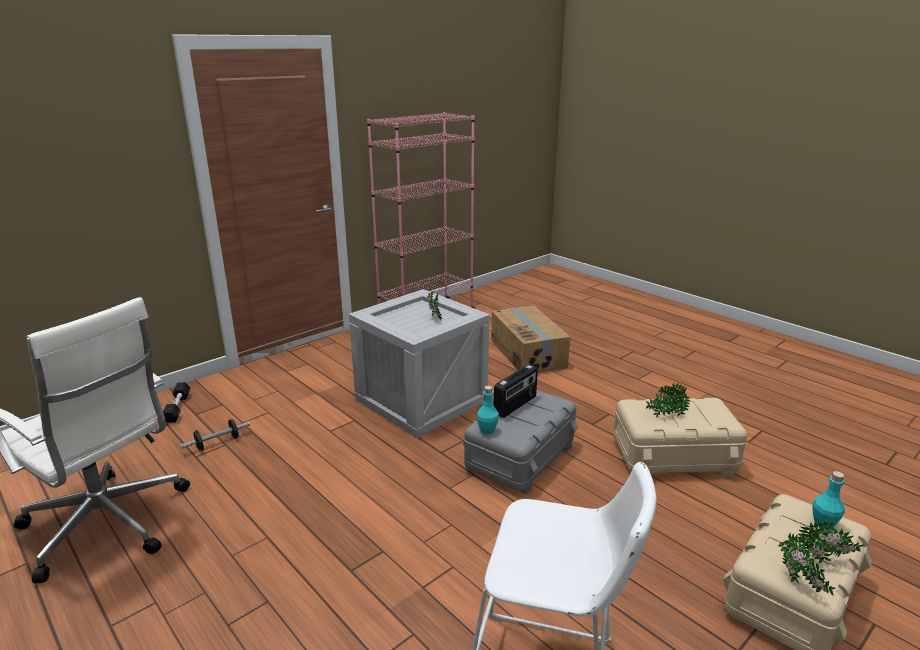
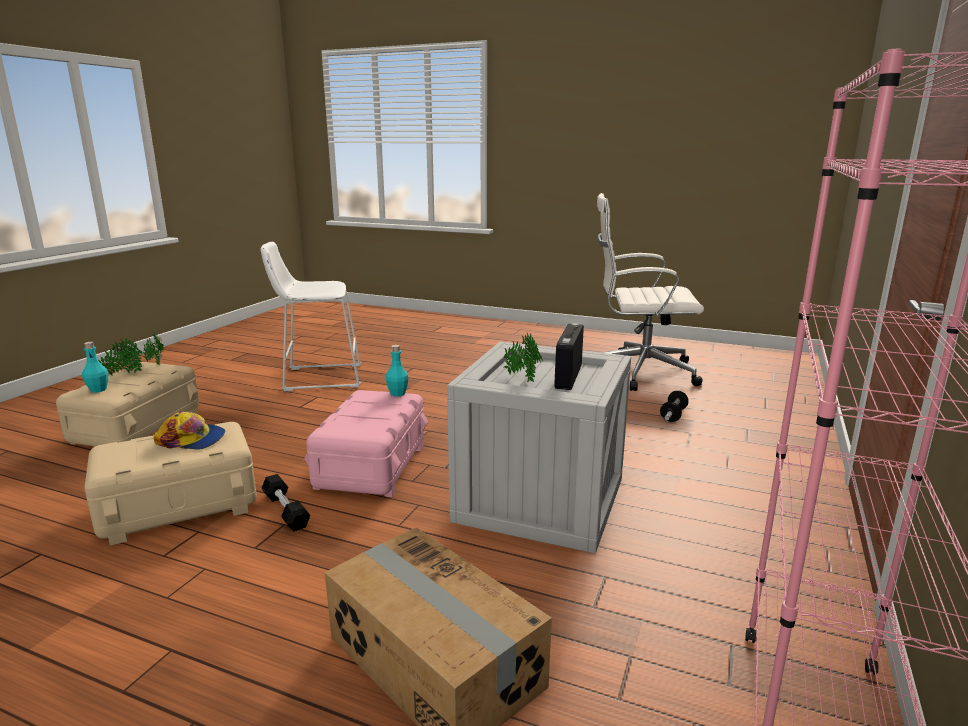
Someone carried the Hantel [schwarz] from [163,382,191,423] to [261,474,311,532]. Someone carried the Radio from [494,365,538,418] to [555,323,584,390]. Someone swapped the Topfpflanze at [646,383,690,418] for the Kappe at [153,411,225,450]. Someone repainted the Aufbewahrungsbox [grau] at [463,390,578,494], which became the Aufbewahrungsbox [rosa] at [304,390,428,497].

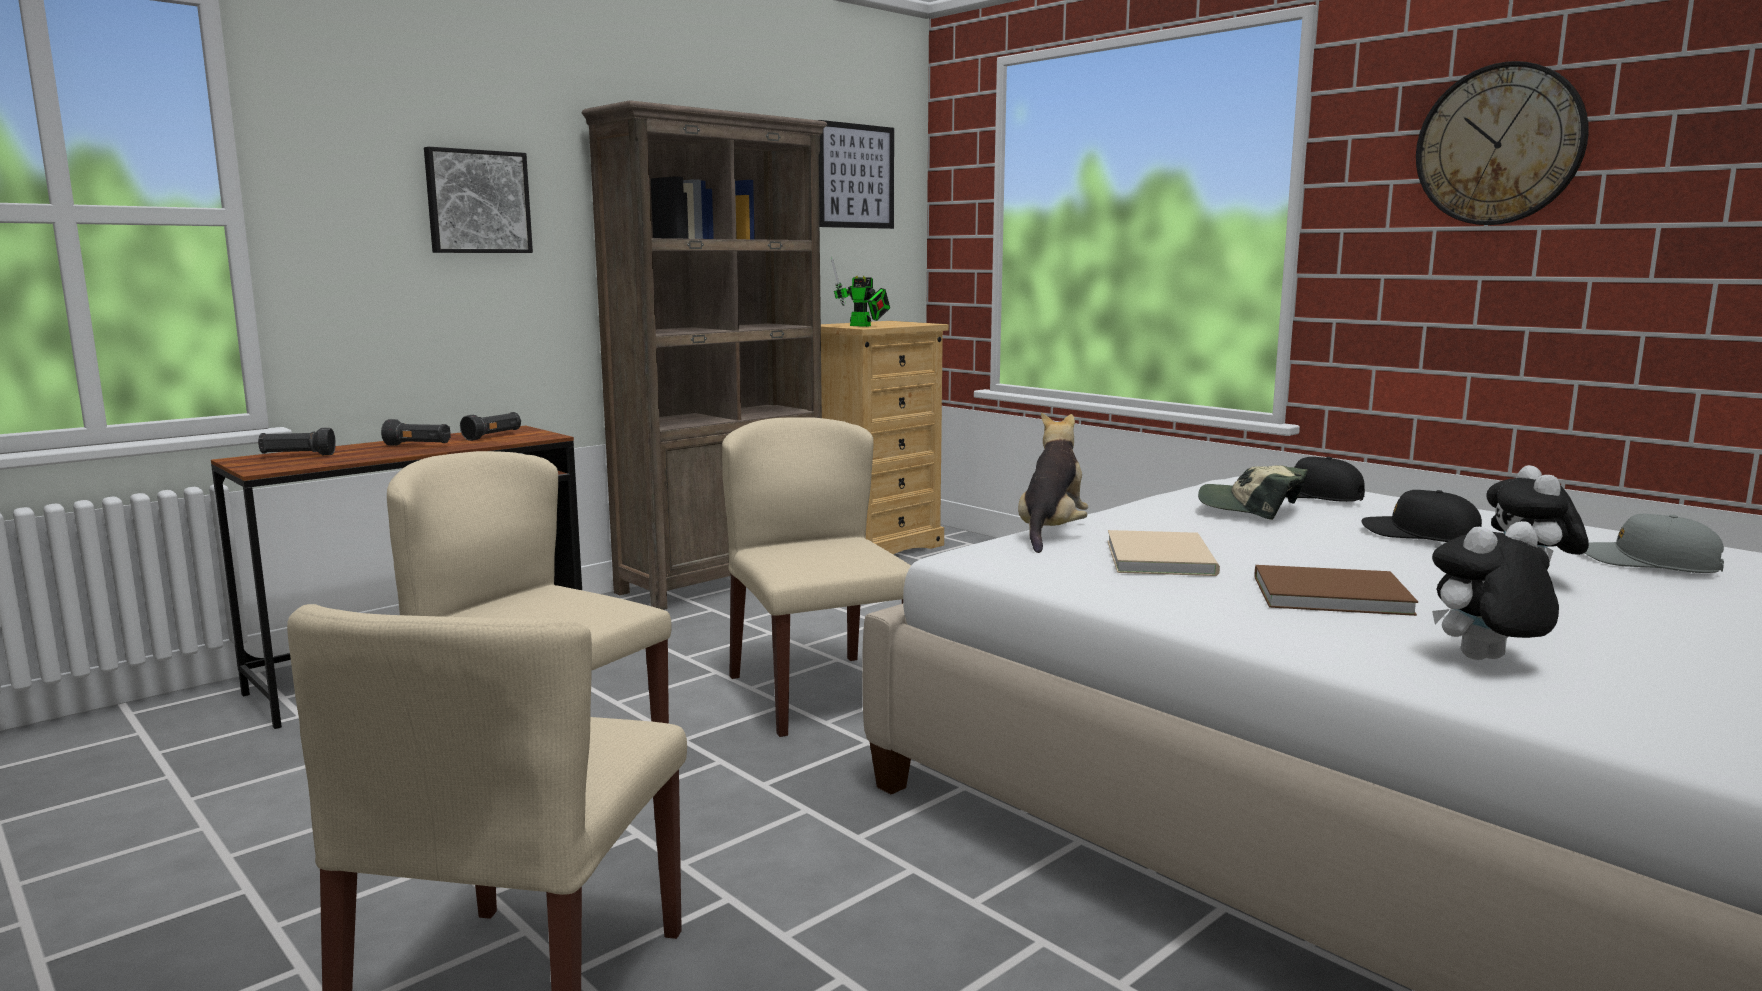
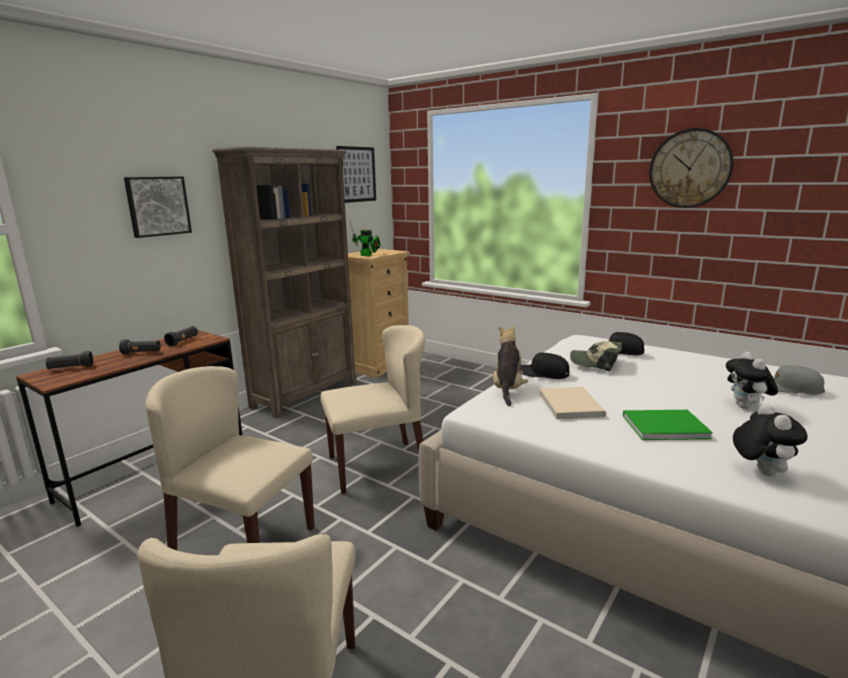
Someone carried the Kappe [schwarz] from [1361,490,1482,542] to [520,353,569,379]. Someone repainted the Buch [braun] at [1255,565,1418,616], which became the Buch [grün] at [623,410,713,440]. Someone rotated the Stuhl [beige] at [722,417,911,737] by 105 degrees clockwise. Someone rotated the Plüschtier at [1432,521,1559,660] by 120 degrees clockwise.

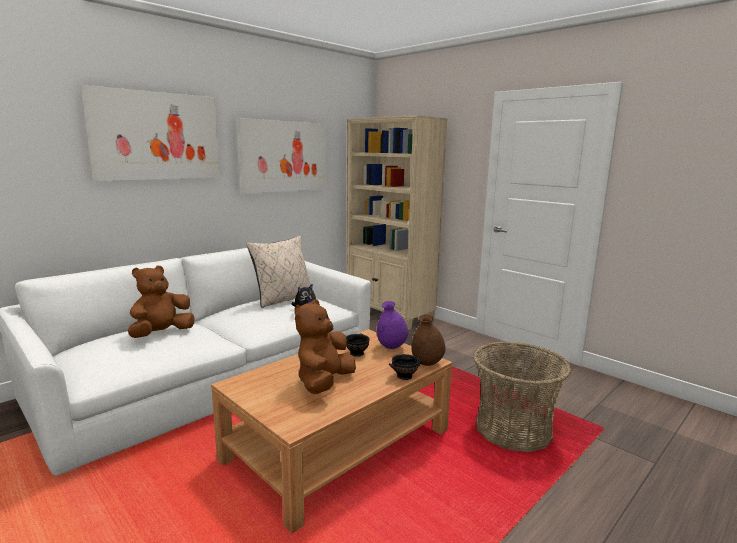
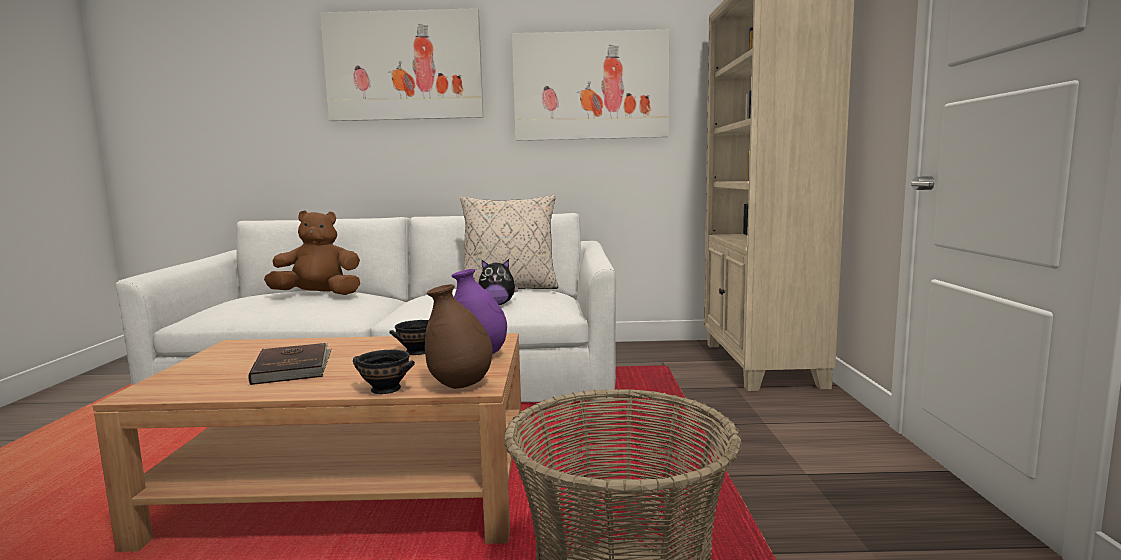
Someone swapped the Plüschtier [braun] at [295,299,356,394] for the Buch [braun] at [249,343,332,385].

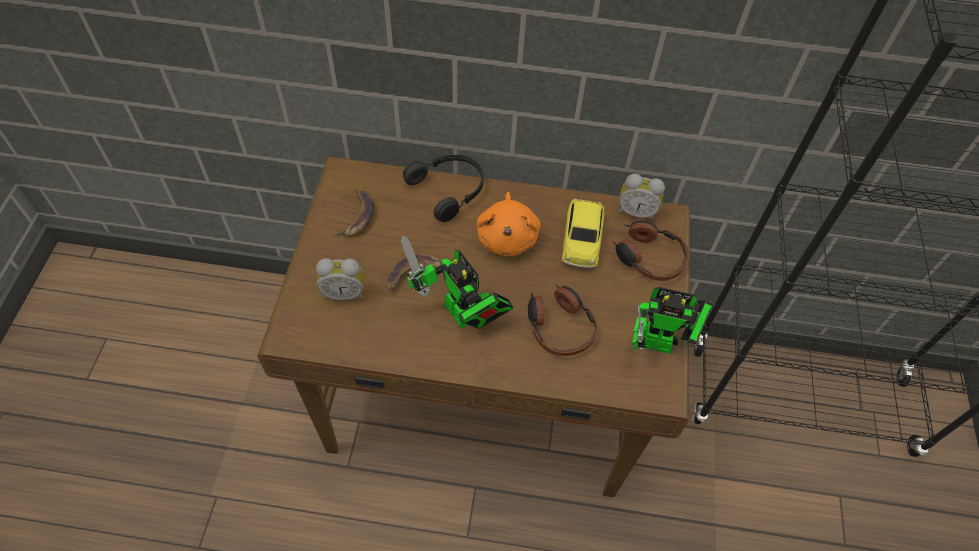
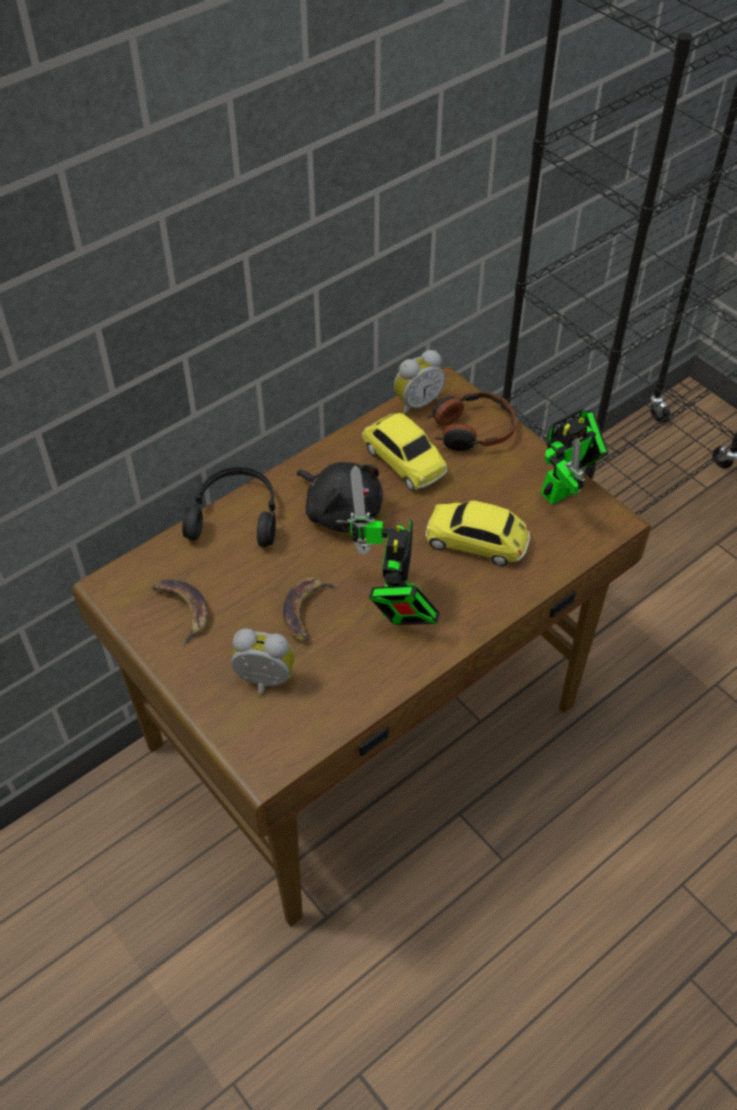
Someone swapped the Kopfhörer at [528,284,597,356] for the Spielzeugauto at [426,500,530,566]. Someone repainted the Plüschtier [orange] at [477,192,541,256], which became the Plüschtier [schwarz] at [297,462,383,532]. Someone rotated the Wecker at [316,258,365,300] by 120 degrees counterclockwise. Someone rotated the Spielzeugroboter at [401,236,513,329] by 90 degrees clockwise.

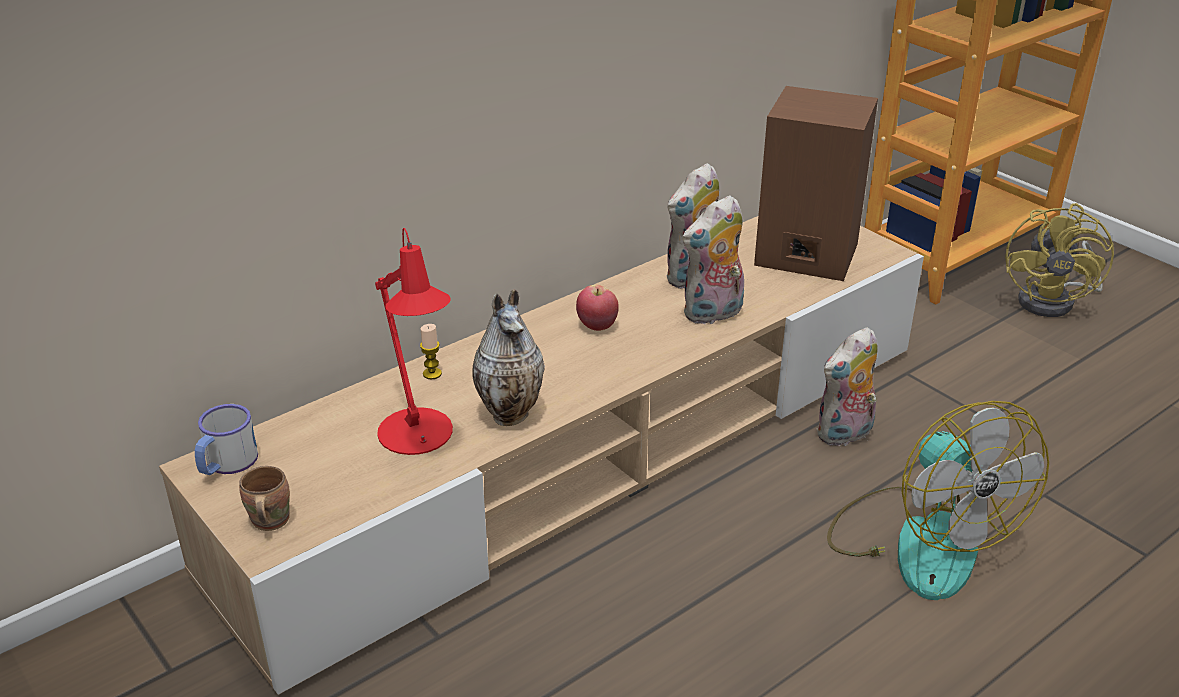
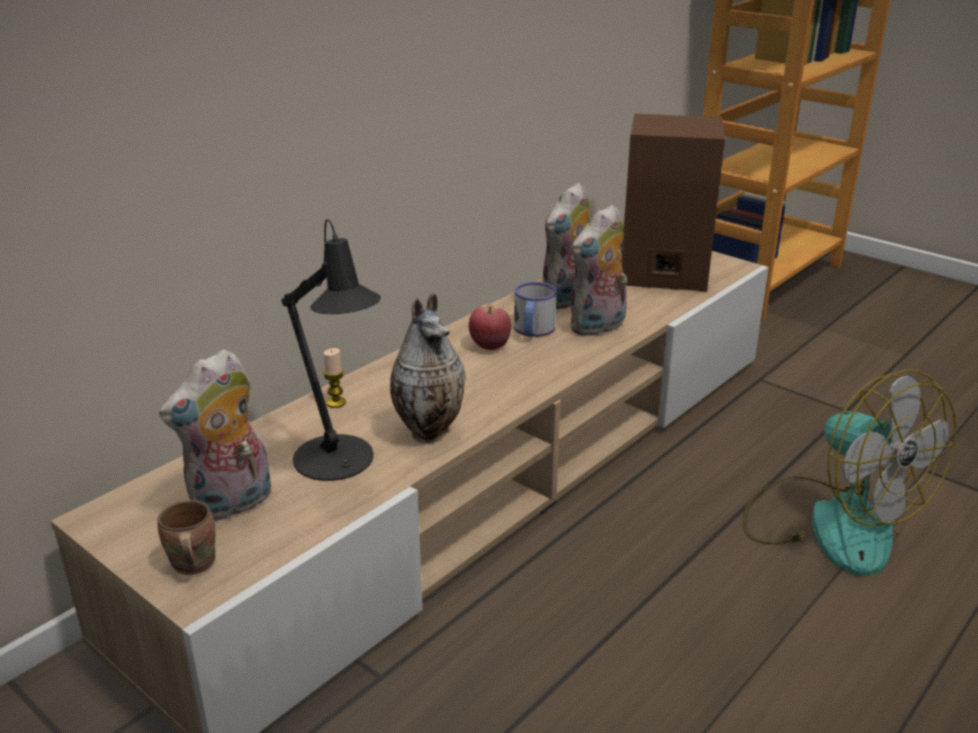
Someone took away the Ventilator [gelb] at [1005,203,1114,317]. Someone carried the Henkelbecher from [195,404,258,475] to [514,282,557,337]. Someone carried the Plüschtier from [816,327,878,446] to [159,349,271,522]. Someone repainted the Tischlampe [rot] at [375,228,453,455], which became the Tischlampe [schwarz] at [282,219,381,481].

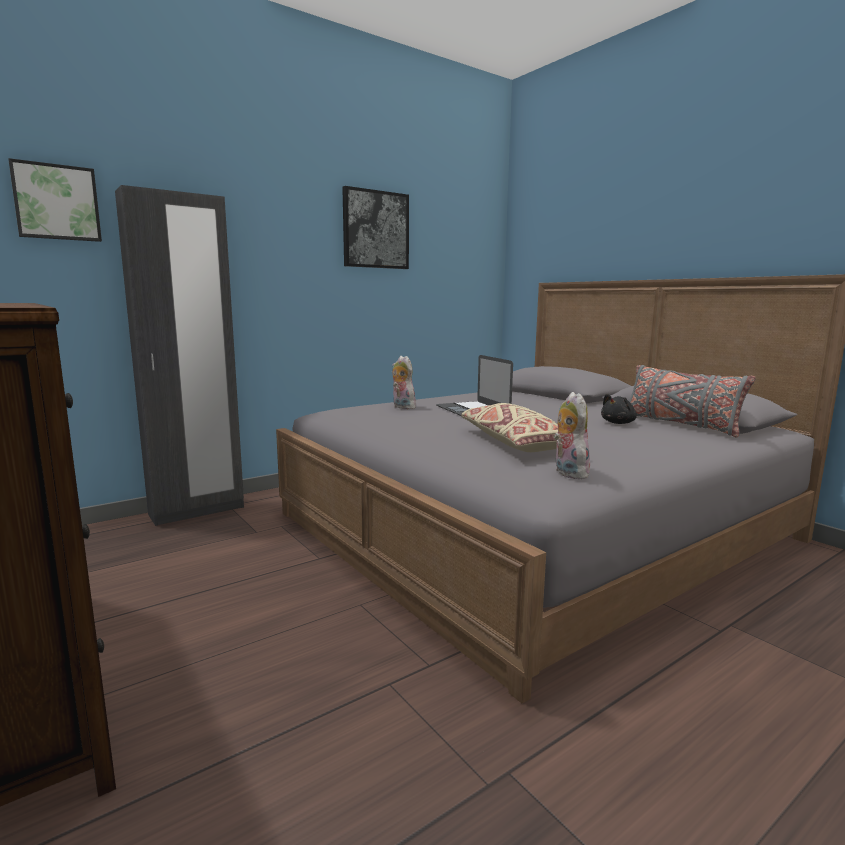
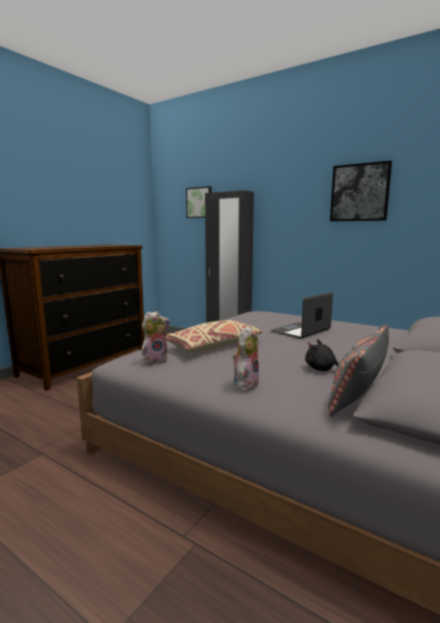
Someone carried the Plüschtier from [392,356,416,409] to [232,326,259,392].

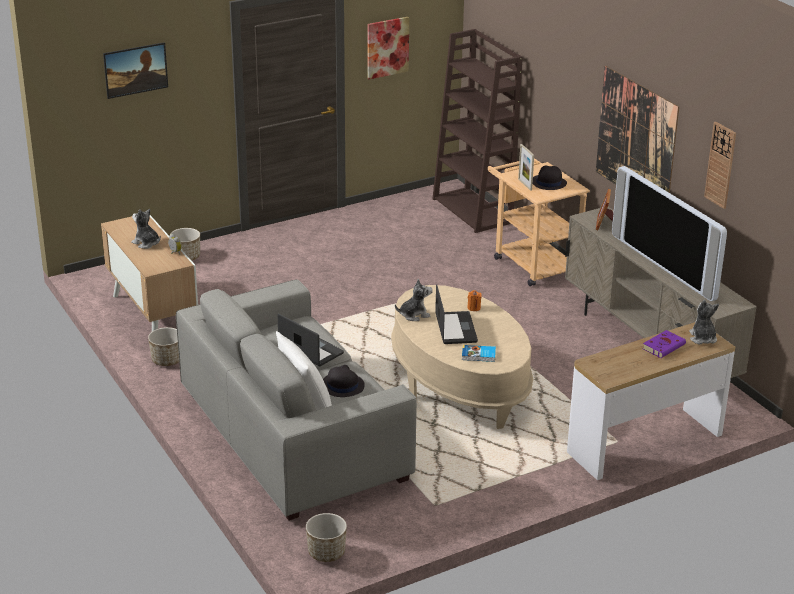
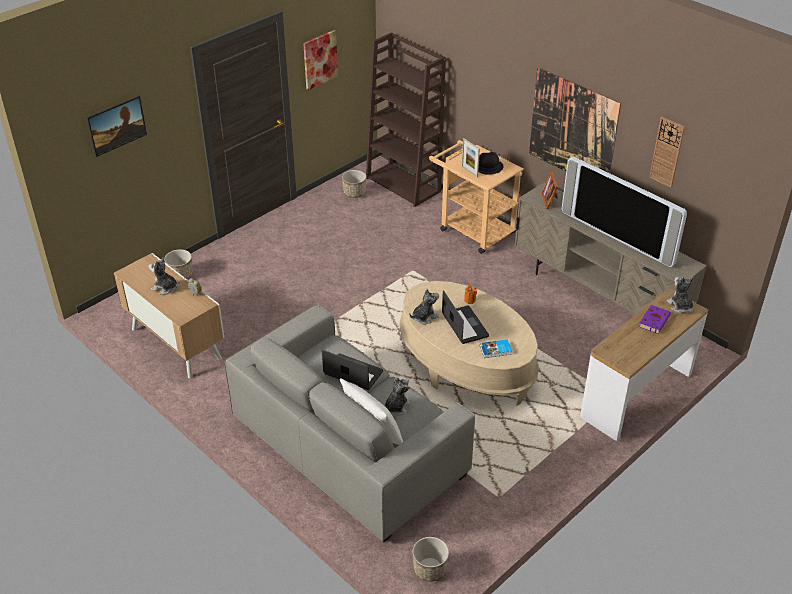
Someone carried the Pflanzkübel from [148,327,179,366] to [342,170,366,198]. Someone swapped the Hut [schwarz] at [323,365,365,397] for the Plüschtier at [385,377,411,416].

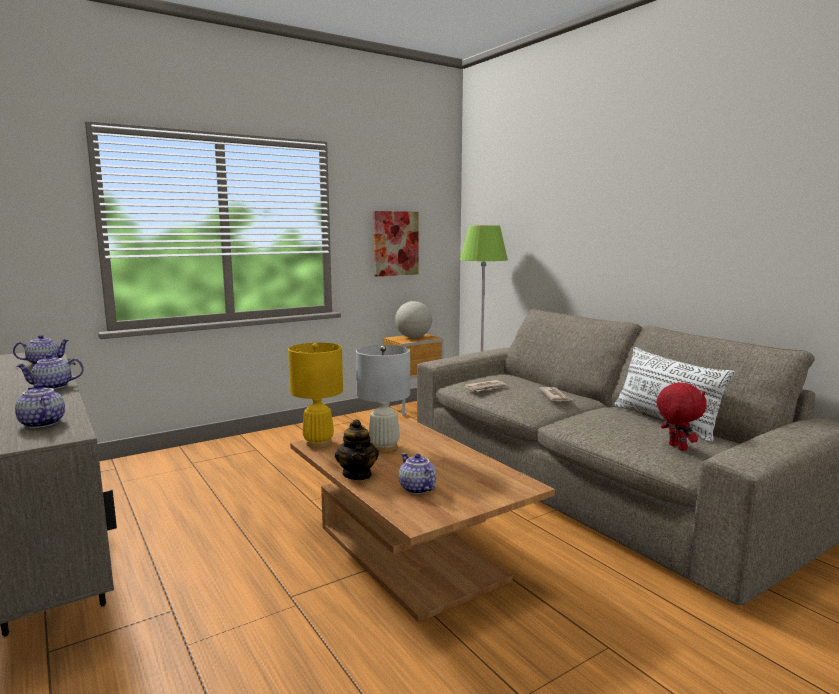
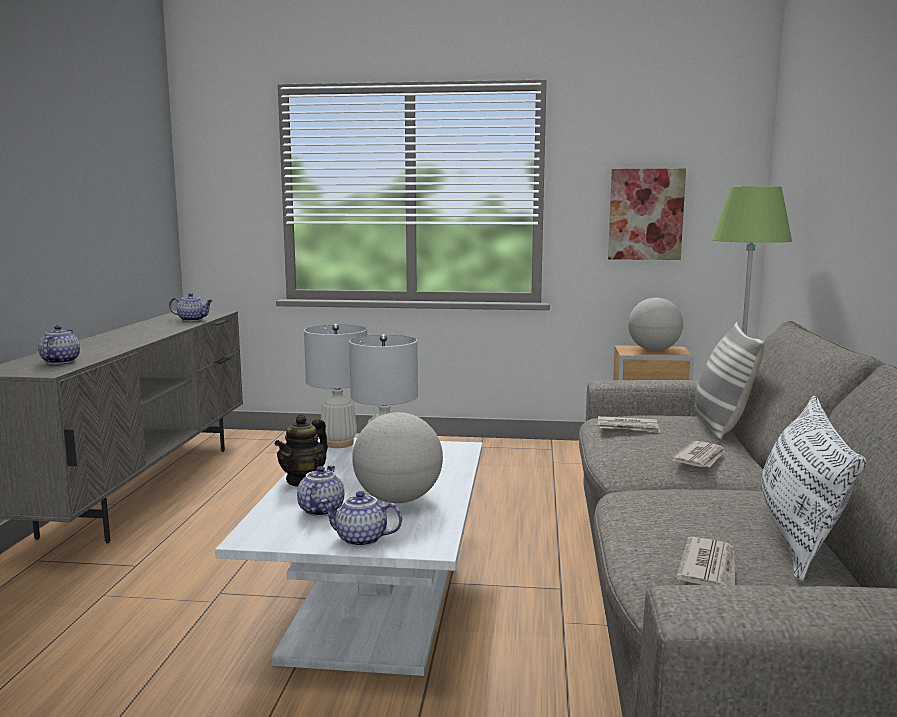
Someone put down the Globus at [352,412,443,503]. Someone put down the Kissen at [694,322,765,440]. Someone carried the Teekanne from [17,354,84,389] to [321,491,402,547]. Someone swapped the Plüschtier [rot] at [656,382,707,451] for the Zeitung at [676,537,735,585]. Someone repainted the Tischlampe [gelb] at [288,343,343,448], which became the Tischlampe [weiß] at [304,324,367,448]. Someone repainted the Couchtisch [braun] at [290,418,555,623], which became the Couchtisch [weiß] at [215,438,482,676].

